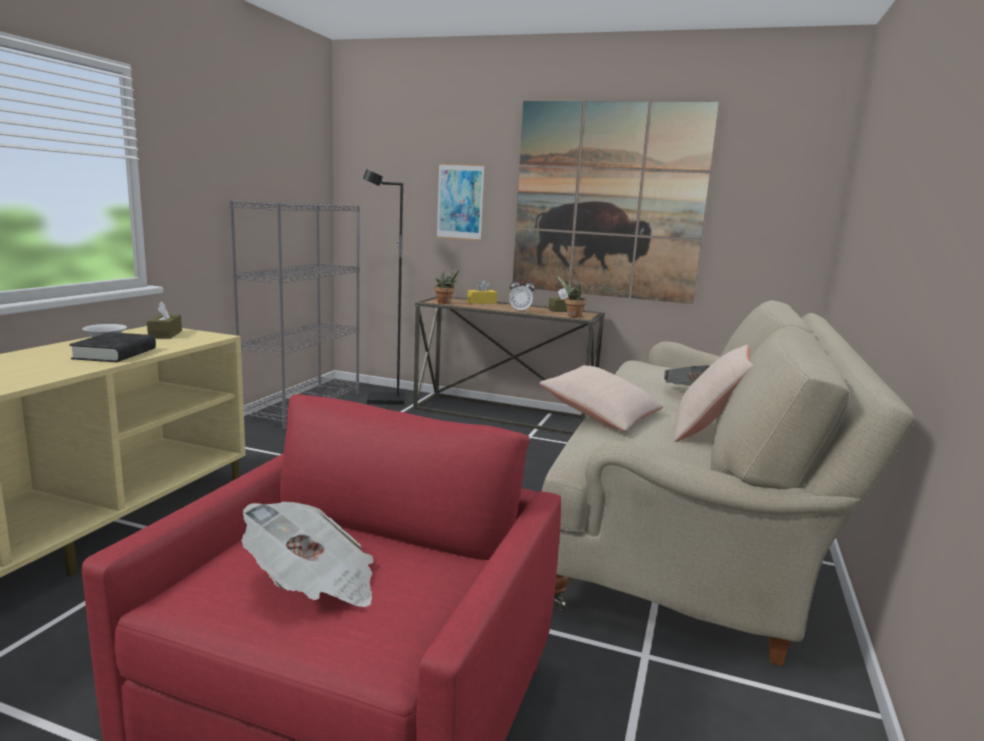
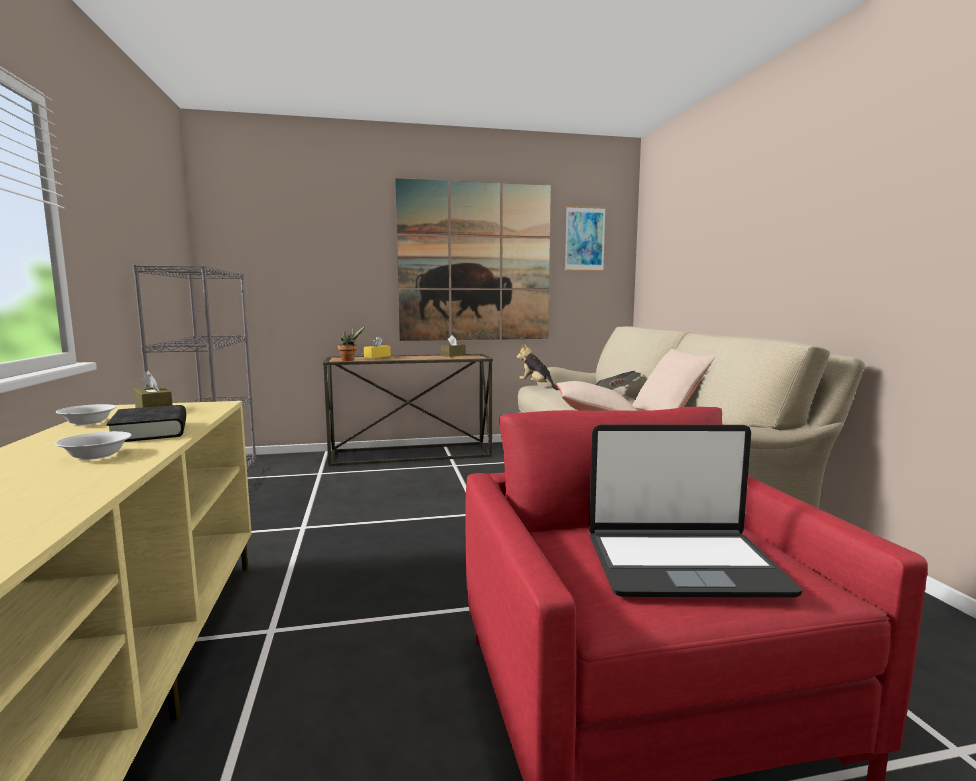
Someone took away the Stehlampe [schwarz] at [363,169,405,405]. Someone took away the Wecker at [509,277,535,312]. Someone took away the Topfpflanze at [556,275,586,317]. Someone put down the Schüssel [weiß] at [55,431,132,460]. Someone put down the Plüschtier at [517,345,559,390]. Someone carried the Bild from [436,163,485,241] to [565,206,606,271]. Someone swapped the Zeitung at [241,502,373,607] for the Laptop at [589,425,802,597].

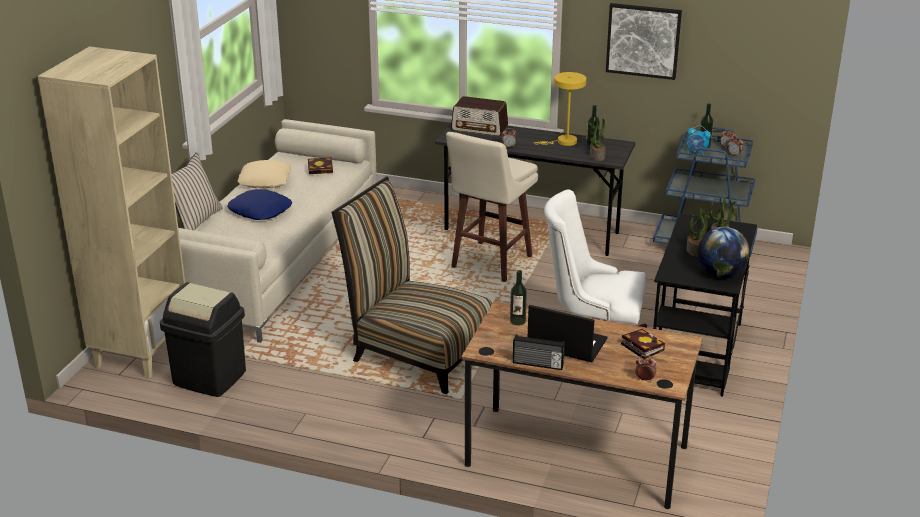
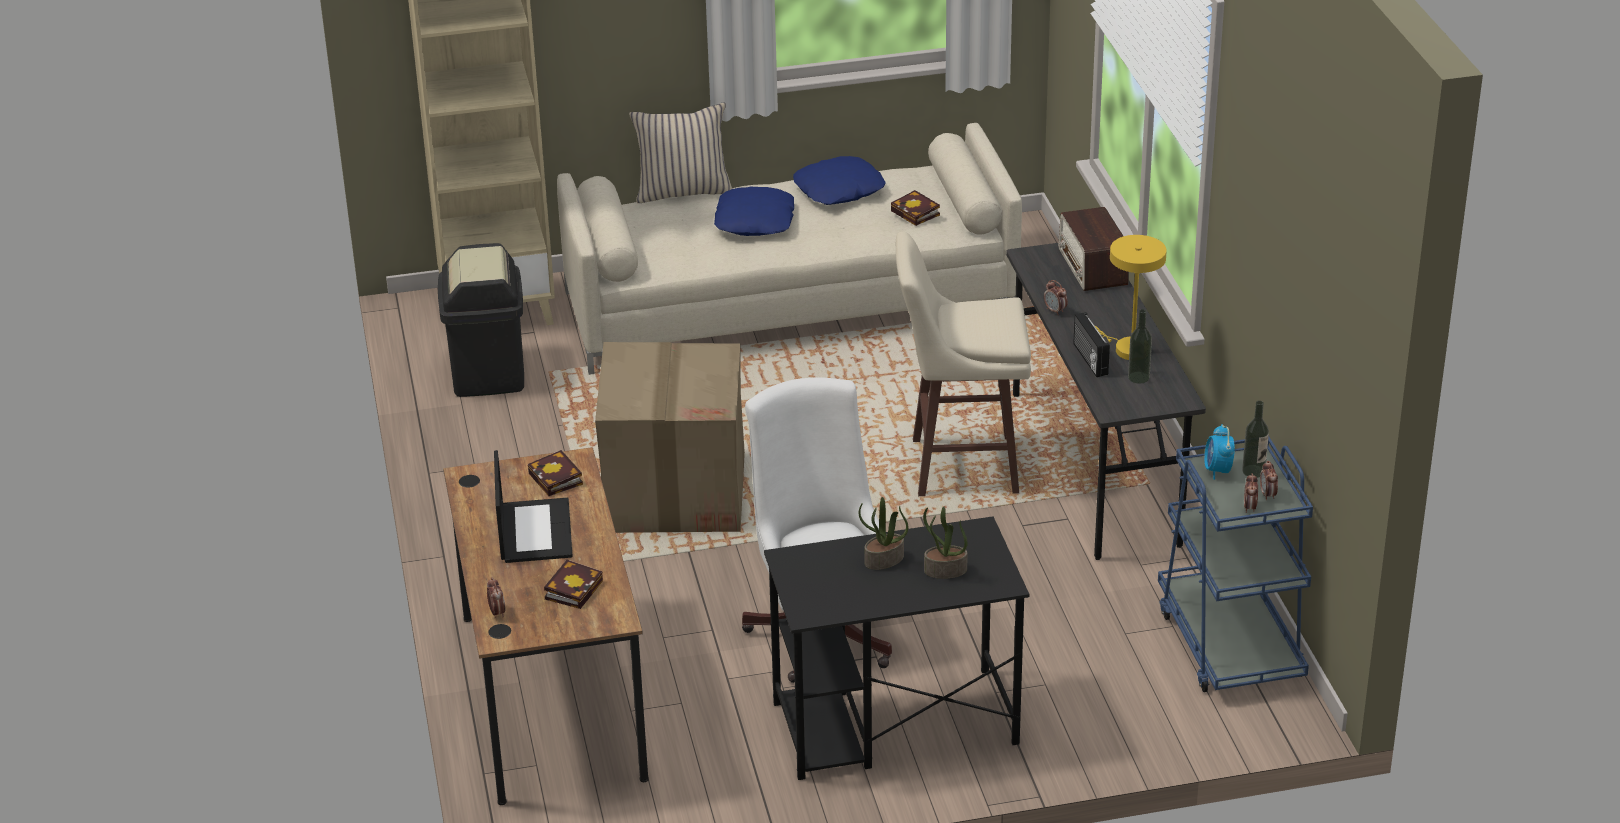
Someone took away the Topfpflanze at [588,118,606,161]. Someone took away the Bild at [606,3,682,80]. Someone took away the Globus at [698,227,749,278]. Someone carried the Radio from [513,335,565,370] to [1073,312,1110,377]. Someone swapped the Stuhl at [331,177,492,394] for the Karton at [595,342,745,533]. Someone swapped the Flasche at [510,270,527,326] for the Buch at [528,450,583,496]. Someone repainted the Kissen [beige] at [237,160,291,188], which became the Kissen [blau] at [793,156,886,205].

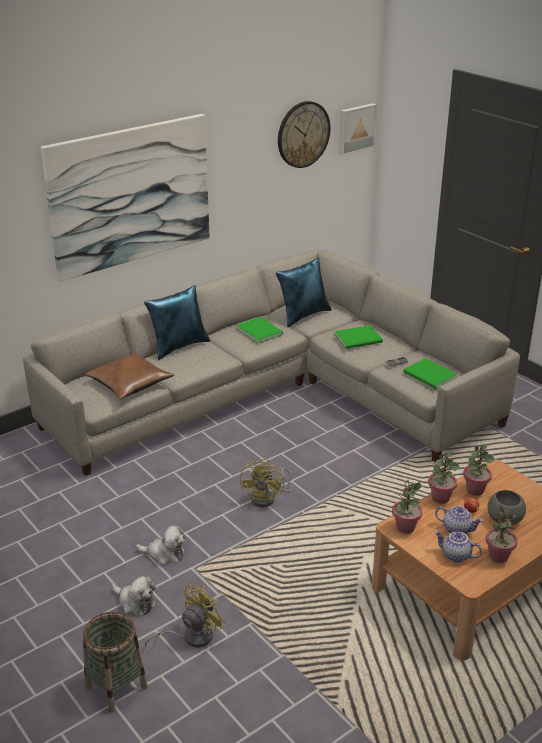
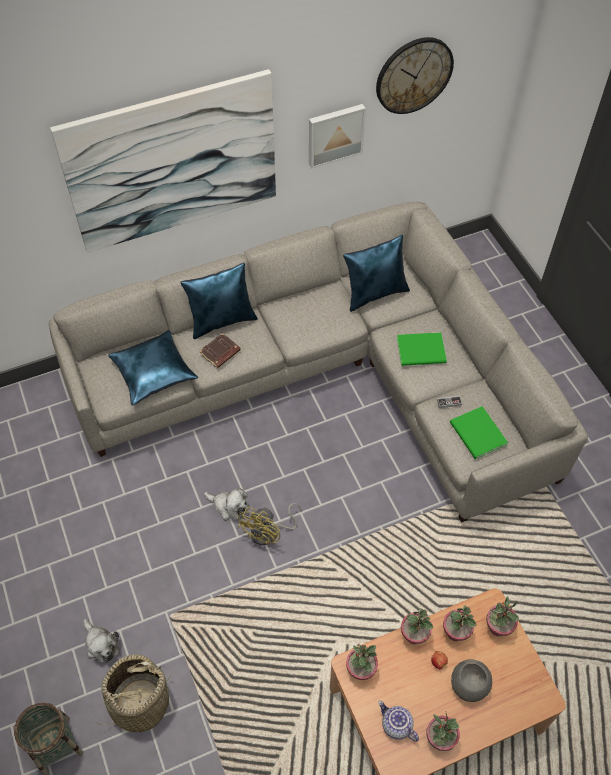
Someone took away the Buch [grün] at [236,317,283,343]. Someone took away the Teekanne at [435,506,483,534]. Someone put down the Buch [braun] at [199,333,241,368]. Someone put down the Topfpflanze at [486,597,519,636]. Someone carried the Plüschtier from [136,525,185,566] to [204,488,248,520]. Someone carried the Bild from [339,103,377,156] to [309,104,366,169]. Someone swapped the Ventilator [gelb] at [145,584,226,648] for the Korb at [94,654,172,732]. Someone repainted the Kissen [braun] at [85,353,174,399], which became the Kissen [blau] at [108,330,198,406].

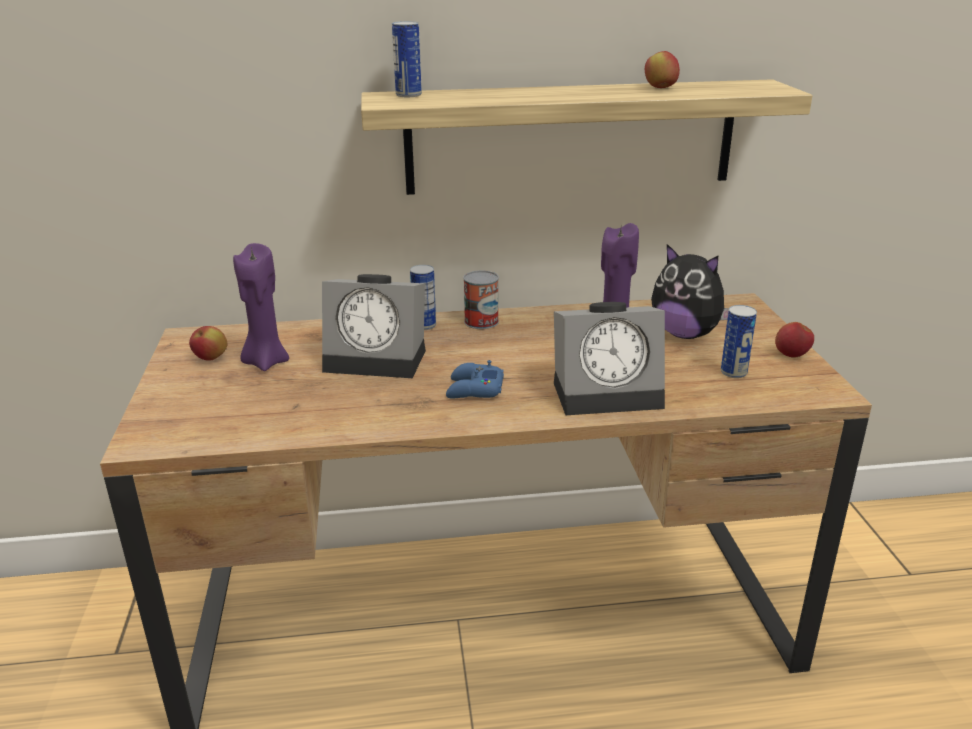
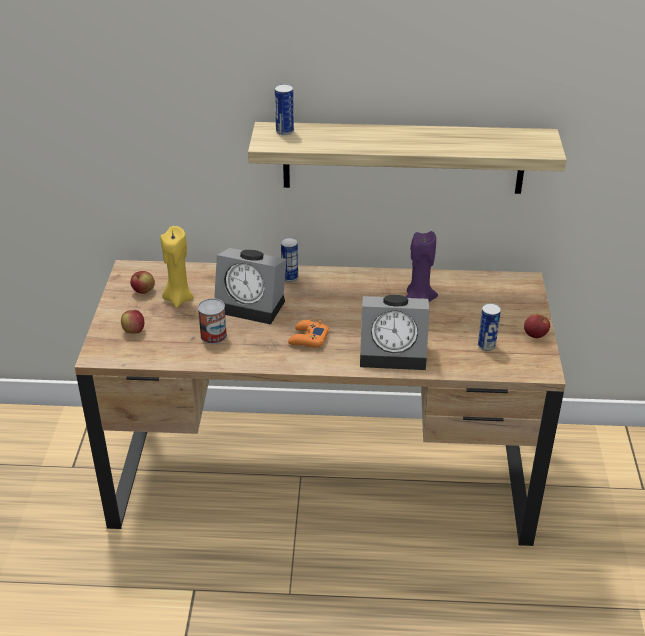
Someone took away the Plüschtier at [651,244,729,339]. Someone carried the Dose from [463,270,499,329] to [198,298,227,344]. Someone carried the Apfel from [645,51,680,88] to [121,310,144,333]. Someone repainted the Kerze [lila] at [233,243,289,371], which became the Kerze [gelb] at [161,226,194,308]. Someone repainted the Gamepad [blau] at [446,360,504,399], which became the Gamepad [orange] at [288,320,329,348].

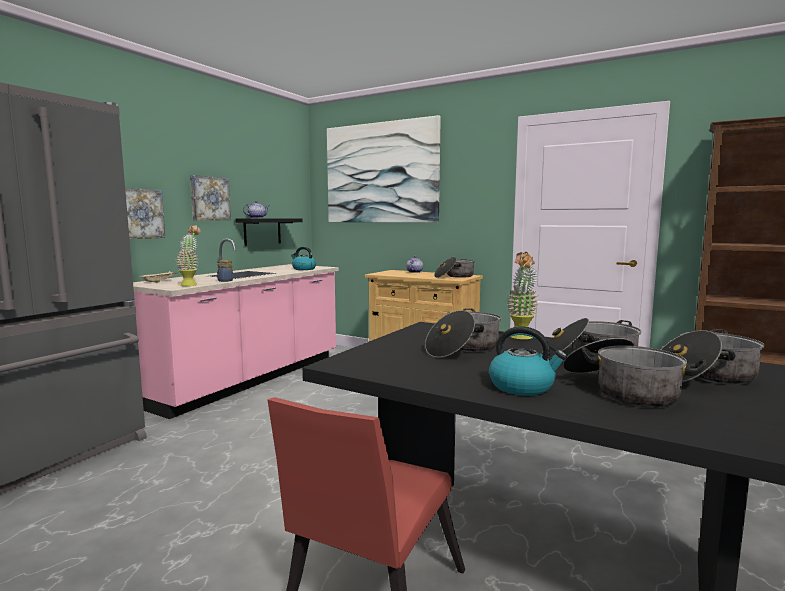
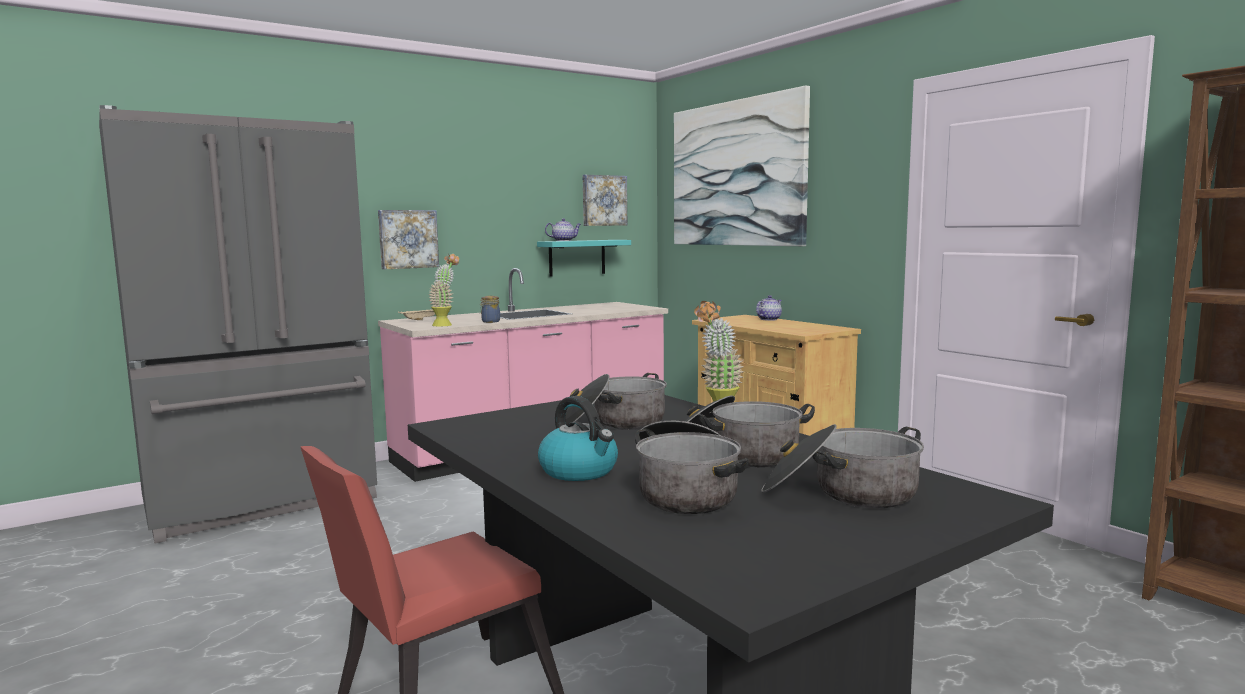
Someone took away the Wasserkessel at [291,247,316,270]. Someone took away the Kochtopf at [434,257,475,278]. Someone carried the Bild from [190,175,231,220] to [583,175,627,226]. Someone repainted the Wandregal [schwarz] at [235,219,302,246], which became the Wandregal [türkis] at [537,240,631,277].

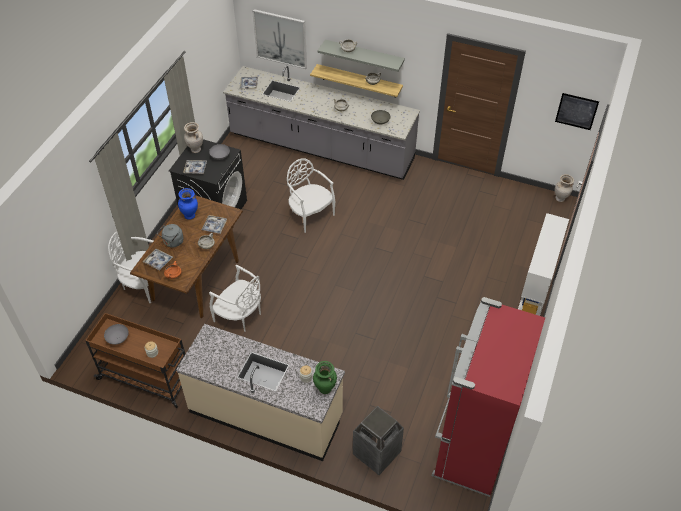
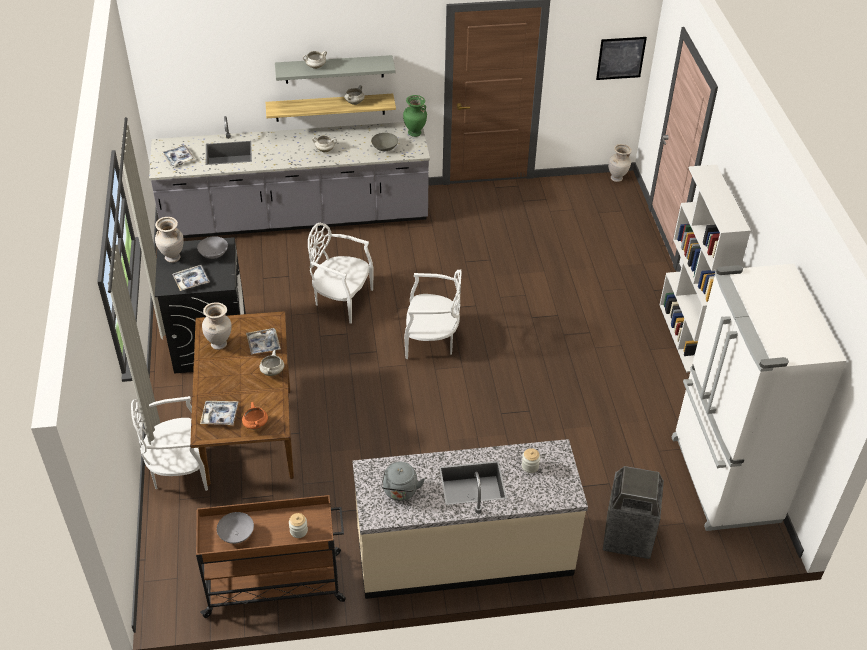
Someone took away the Bild at [252,9,307,69]. Someone carried the Wasserkessel [grau] from [157,224,184,248] to [381,462,425,501]. Someone carried the Stuhl [weiß] from [209,265,261,332] to [404,270,462,359]. Someone carried the Vase [grün] from [313,361,337,394] to [403,95,427,137]. Someone repainted the Vase [blau] at [178,188,198,220], which became the Vase [beige] at [202,302,232,350]. Someone repainted the Kühlschrank [rot] at [432,297,545,497], which became the Kühlschrank [weiß] at [672,264,847,531].

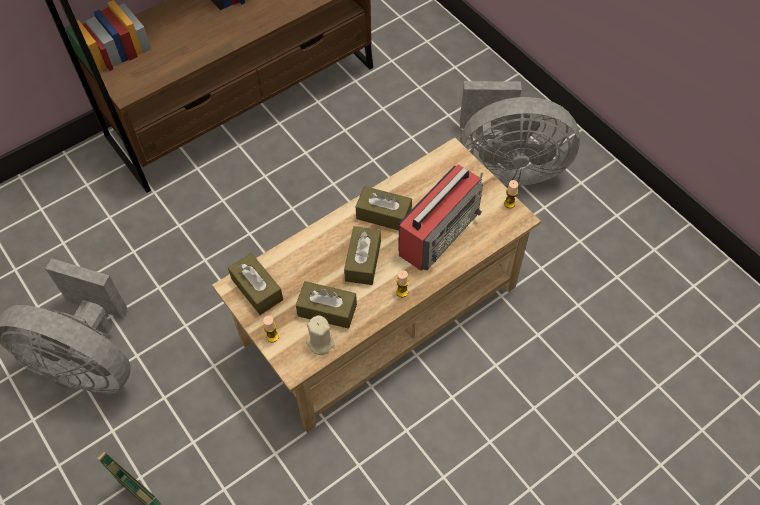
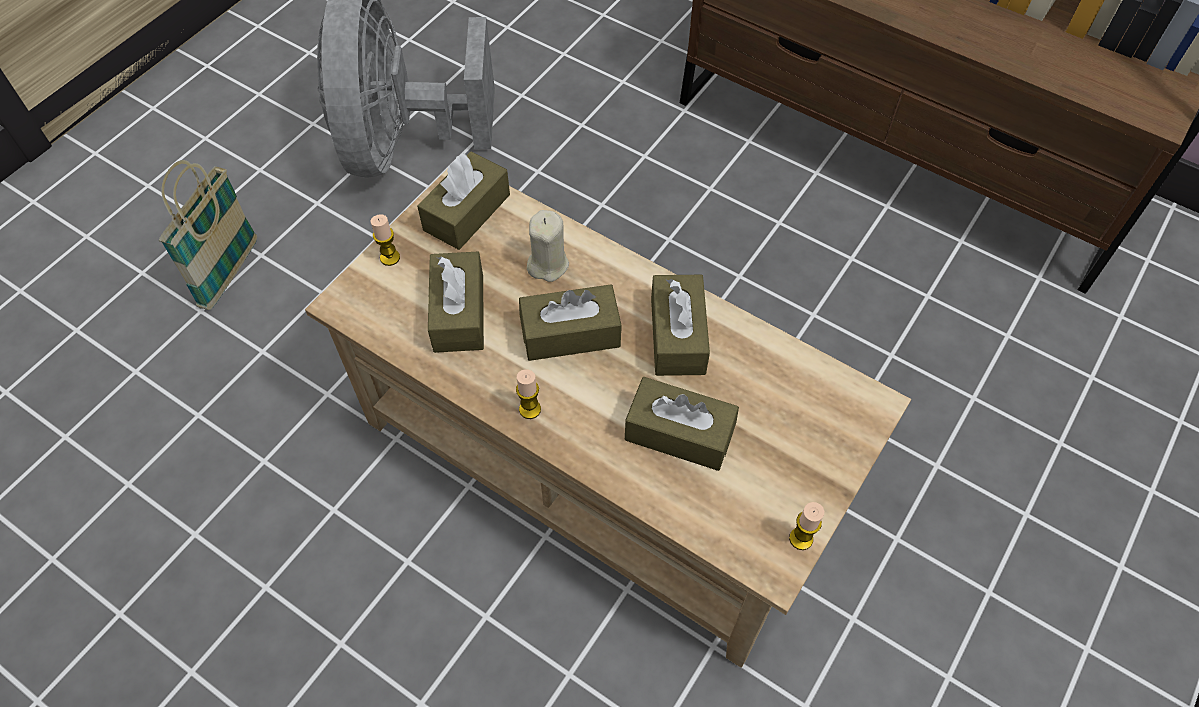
Someone took away the Ventilator [grau] at [460,81,580,186]. Someone carried the Kerze [beige] from [306,315,335,355] to [527,210,569,282]. Someone swapped the Radio at [398,164,483,271] for the Taschentuchbox [braun] at [625,377,739,471].

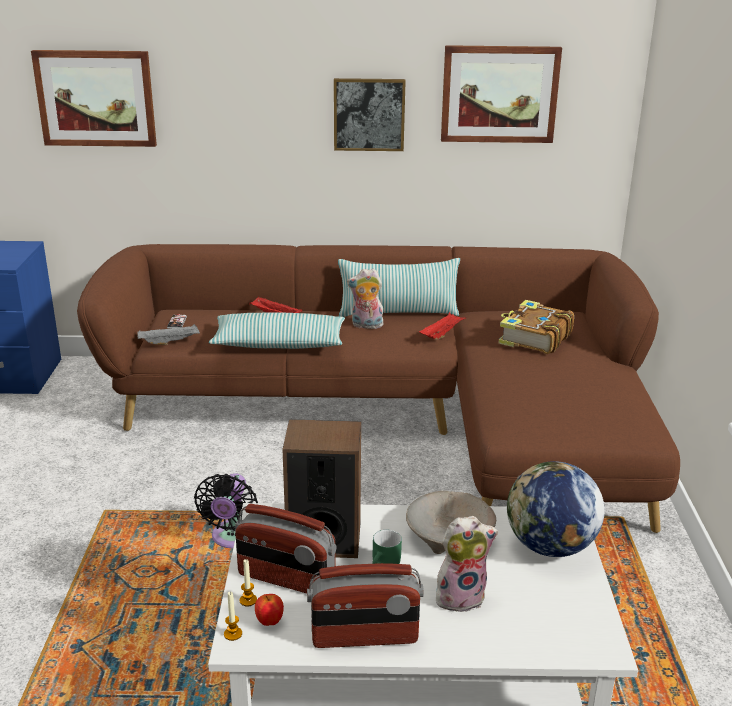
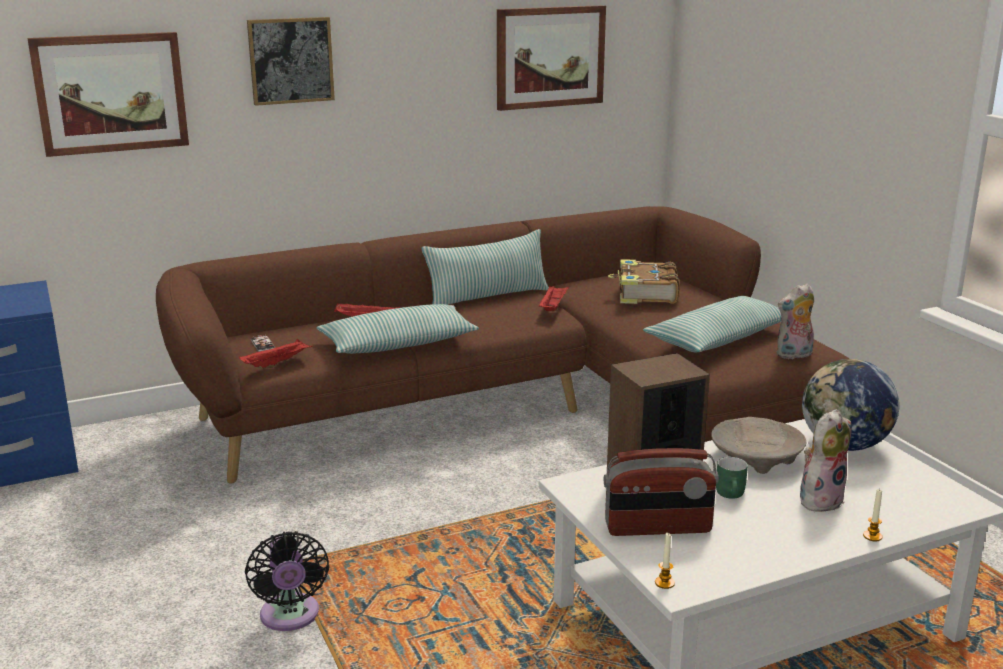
Someone took away the Apfel at [255,594,284,626]. Someone took away the Radio at [307,563,424,648]. Someone put down the Kissen at [643,296,781,352]. Someone carried the Ventilator [schwarz] from [194,473,258,548] to [245,531,329,631]. Someone carried the Kerze from [240,559,257,606] to [863,489,882,541]. Someone carried the Bild from [334,78,406,151] to [247,17,335,106]. Someone carried the Plüschtier from [347,268,383,329] to [777,283,814,359]. Someone repainted the Tablett [grau] at [137,324,200,345], which became the Tablett [rot] at [239,339,312,368].

